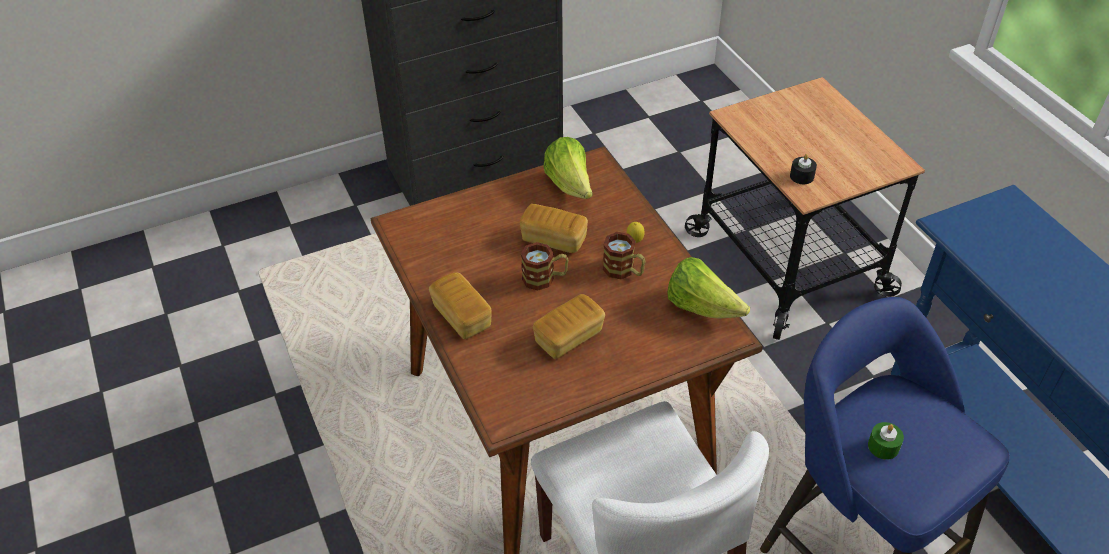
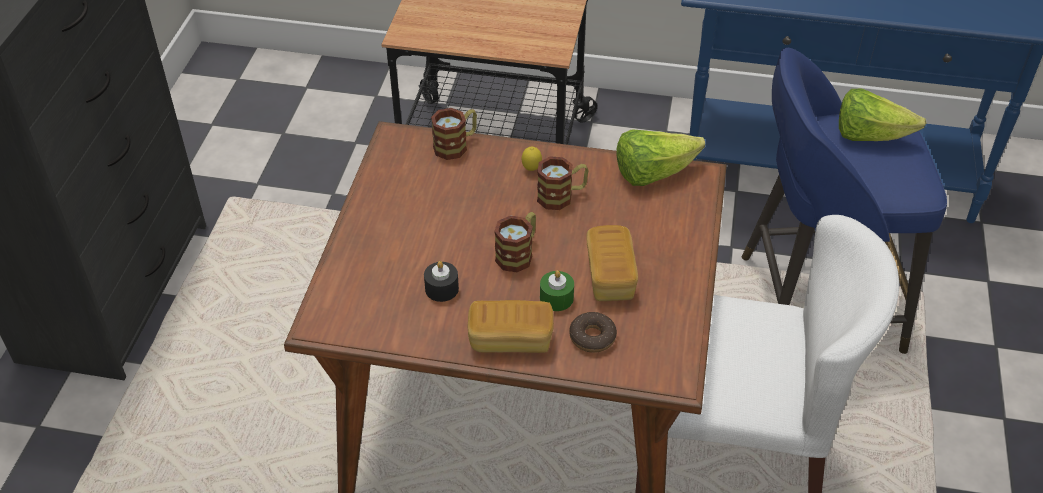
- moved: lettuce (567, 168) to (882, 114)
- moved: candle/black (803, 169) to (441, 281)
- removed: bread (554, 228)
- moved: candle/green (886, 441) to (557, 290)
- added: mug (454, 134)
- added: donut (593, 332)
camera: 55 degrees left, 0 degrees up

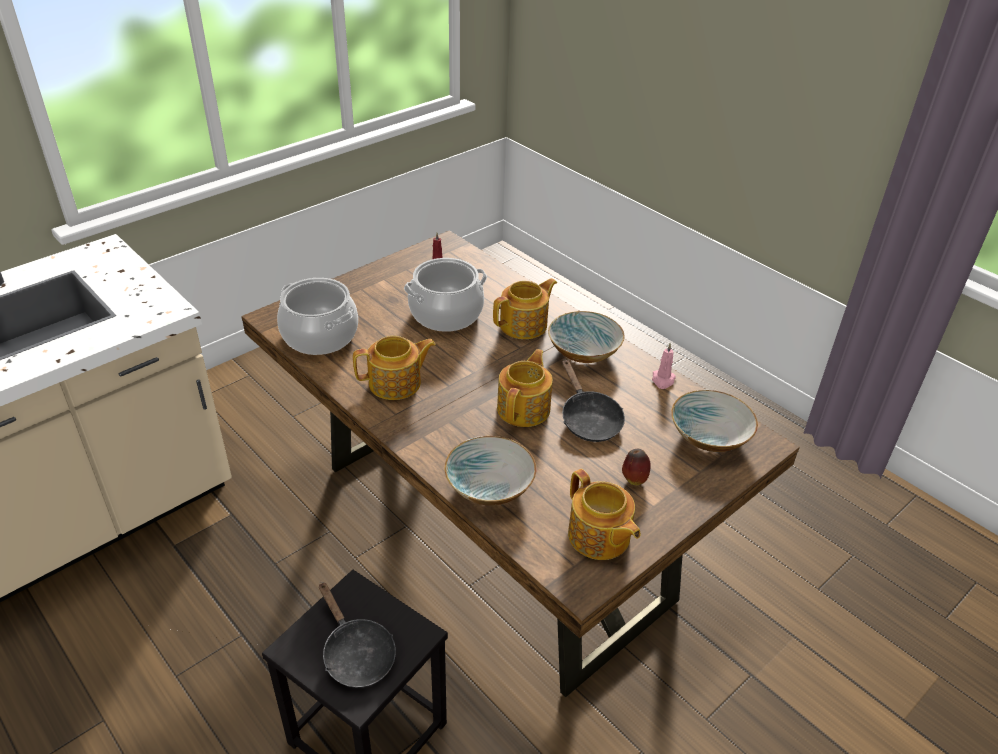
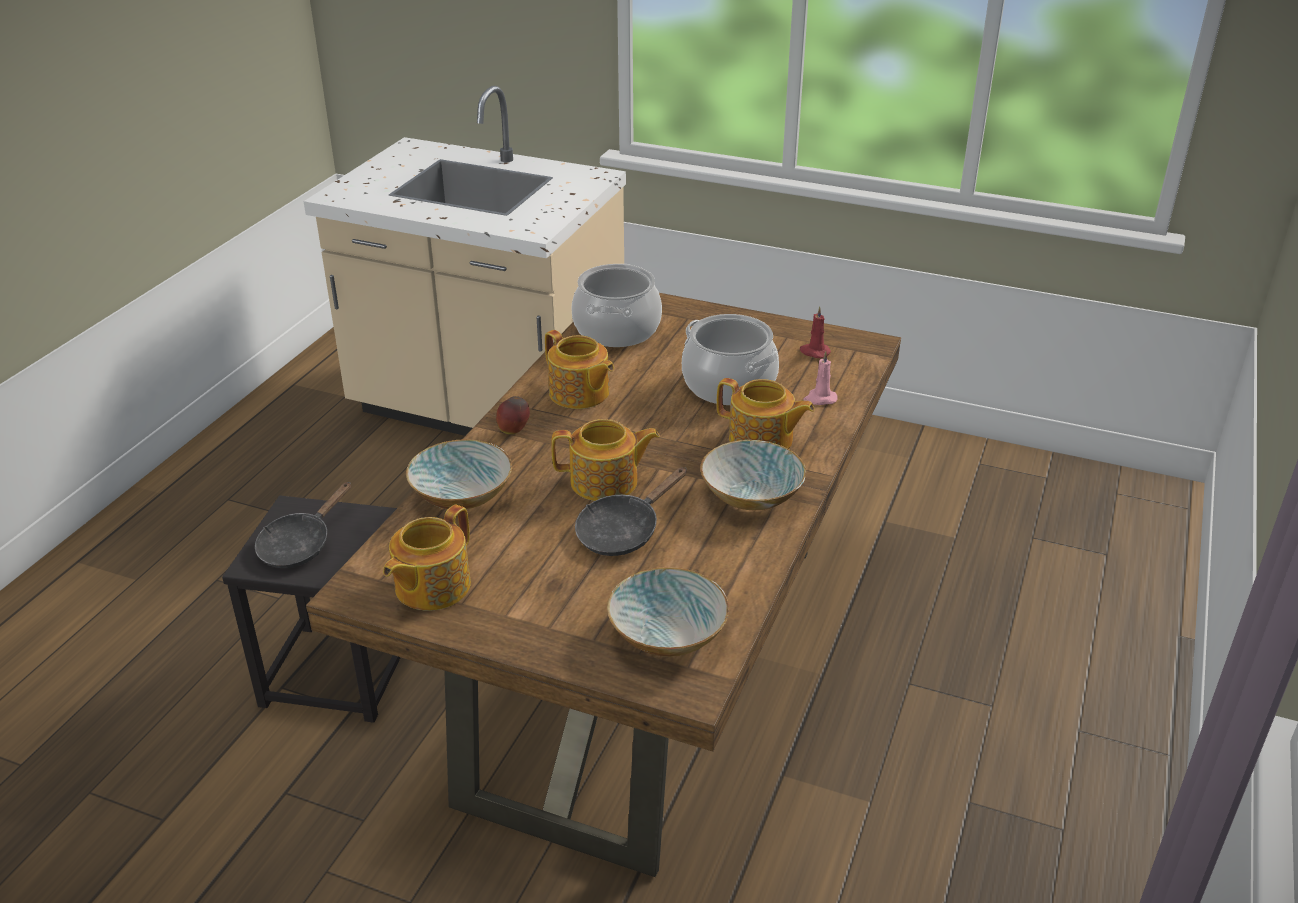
- moved: candle/pink (664, 366) to (820, 378)
- moved: apple (636, 467) to (513, 415)
camera: 65 degrees right, 5 degrees down

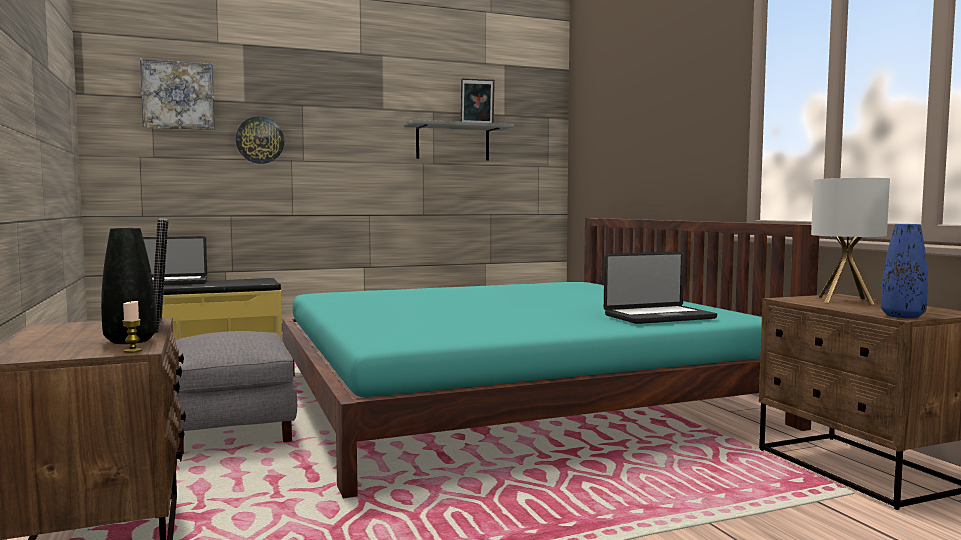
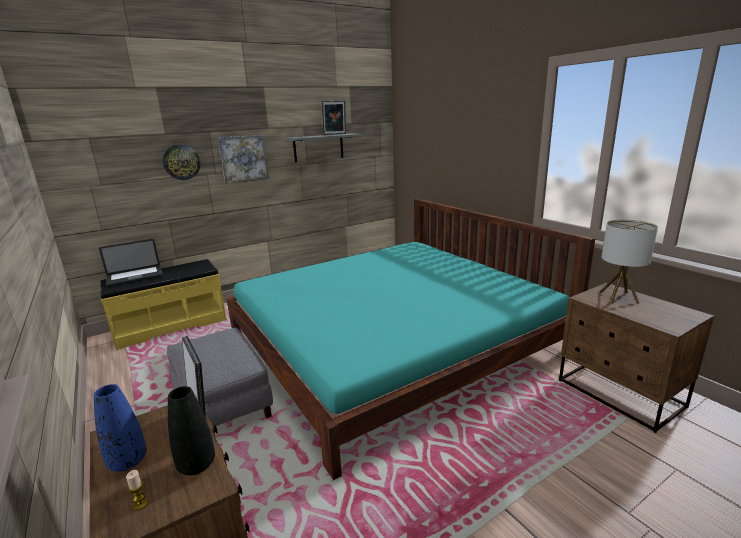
- moved: picture (177, 95) to (243, 159)
- moved: vase/blue (904, 271) to (120, 428)
- removed: laptop (660, 287)
- moved: candle (132, 327) to (137, 490)
camera: 10 degrees left, 15 degrees up

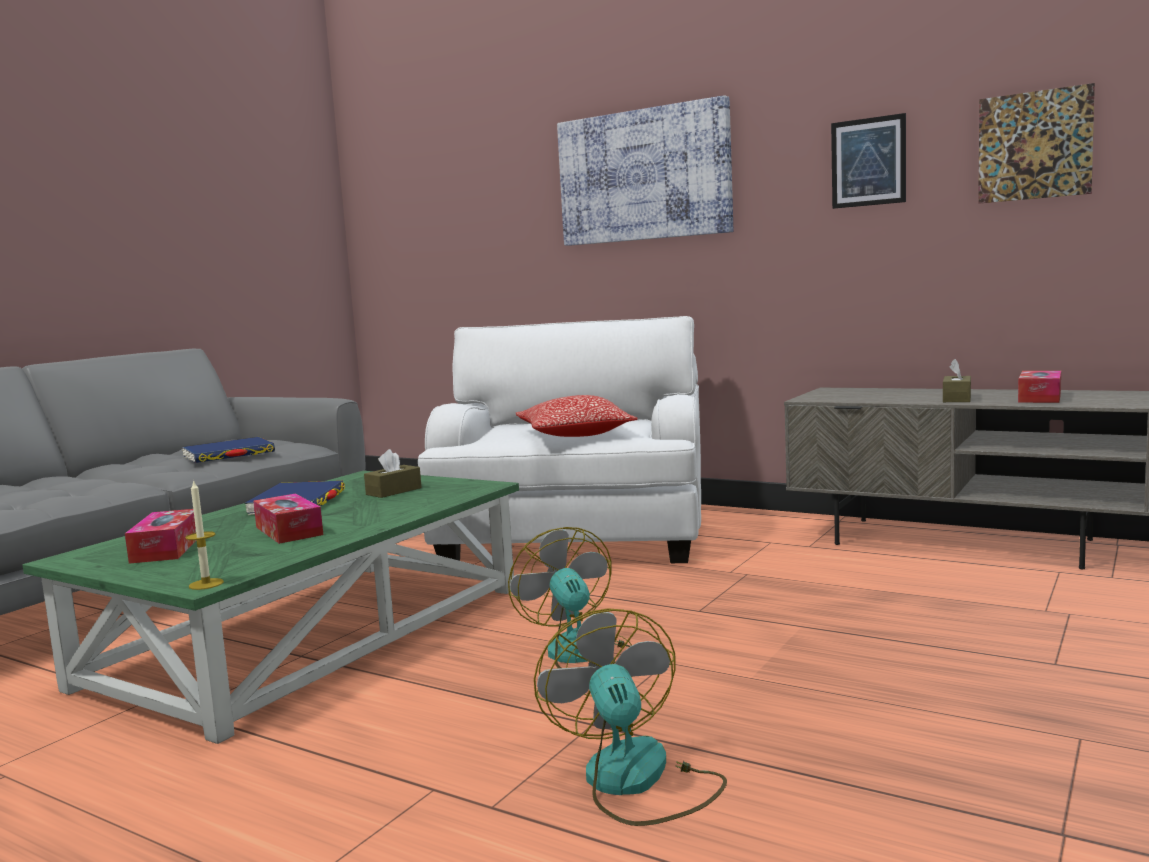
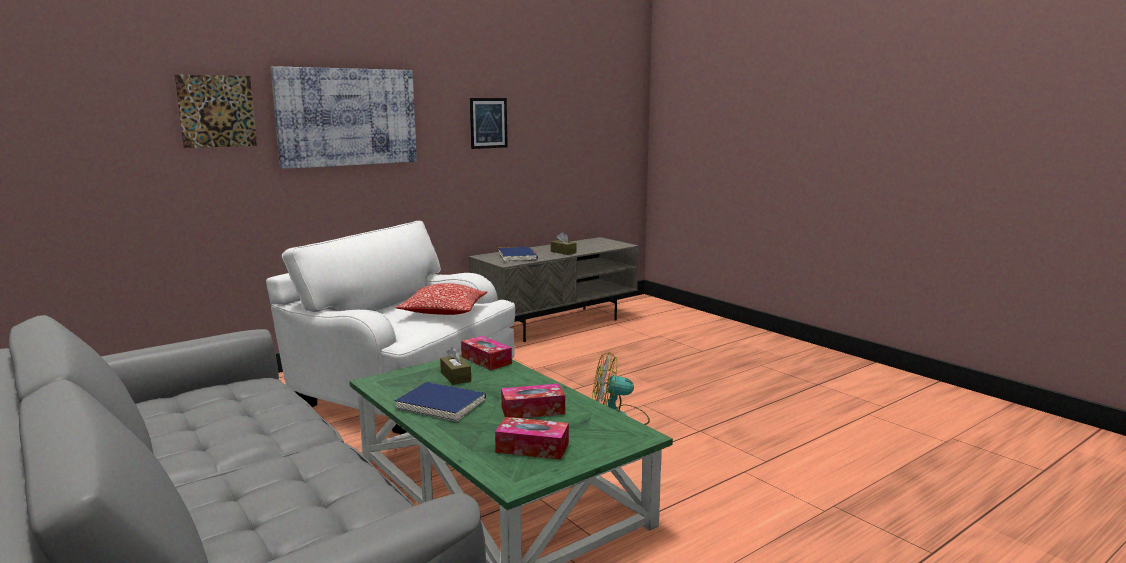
- moved: picture (1036, 143) to (216, 111)
- moved: tissue box (1039, 387) to (486, 353)
- moved: book/blue (228, 450) to (518, 254)
- removed: candle (204, 534)
- removed: fan (630, 717)
camera: 70 degrees left, 5 degrees up

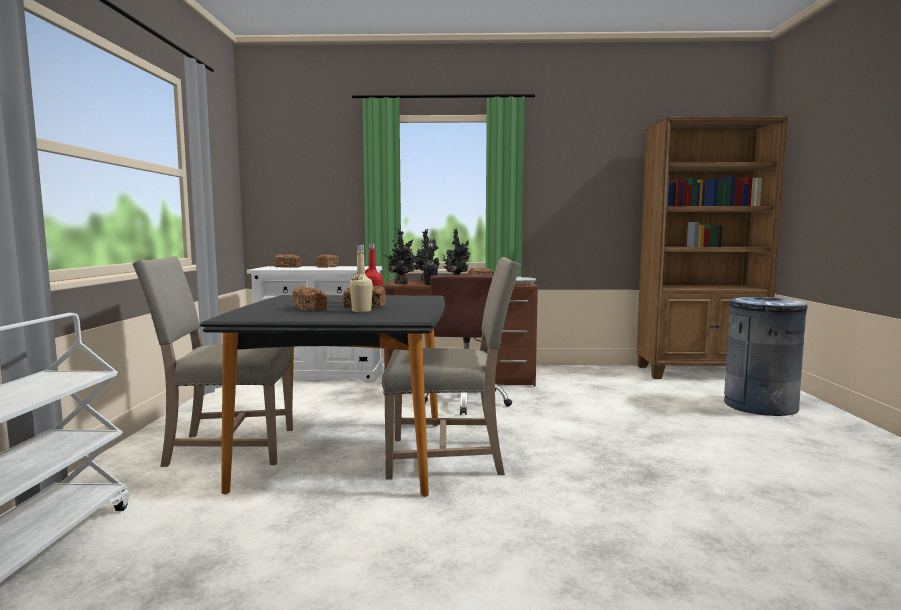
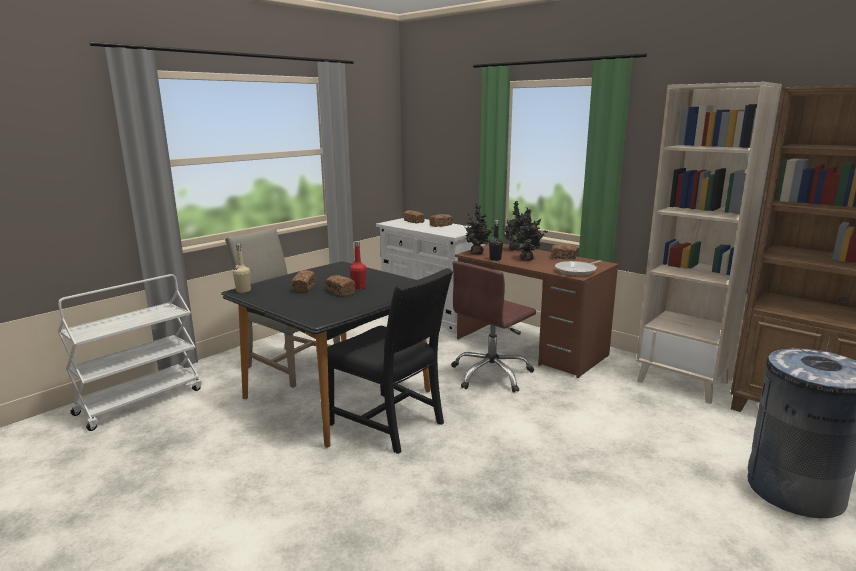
- moved: bottle/beige (361, 278) to (242, 268)
- recoloured: chair/beige (451, 368) to chair/black (390, 361)
- added: bookcase/beige (709, 243)
camera: 40 degrees right, 10 degrees up

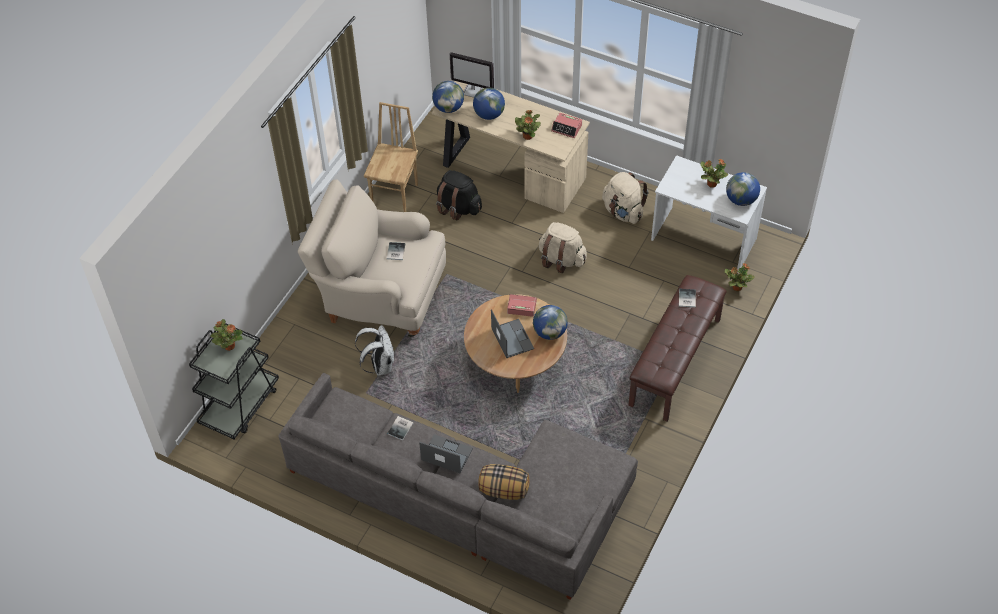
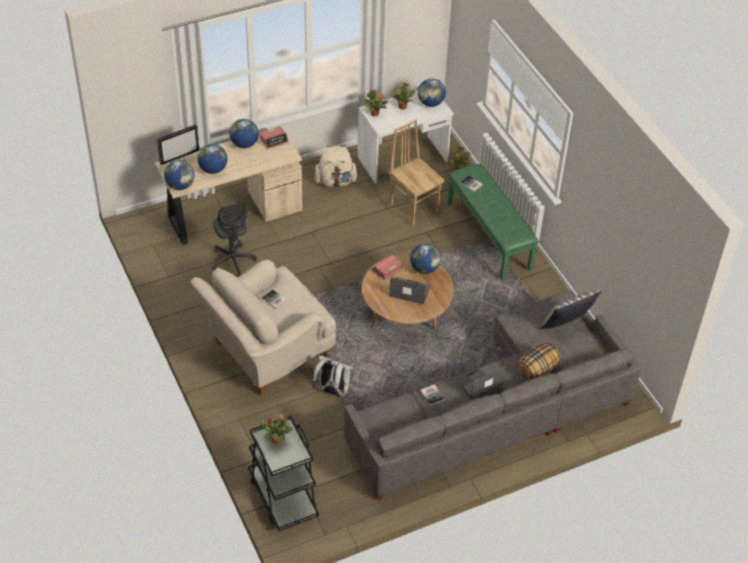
- moved: chair/brown (391, 157) to (417, 172)
- moved: potted plant (528, 125) to (375, 103)
- replaced: backpack/black (459, 195) to office chair/grey (234, 239)
- removed: backpack/beige (563, 247)
- recoloured: bench/brown (677, 348) to bench/green (493, 222)
- added: globe (244, 133)
- added: pillow (570, 309)
camera: 55 degrees left, 5 degrees down

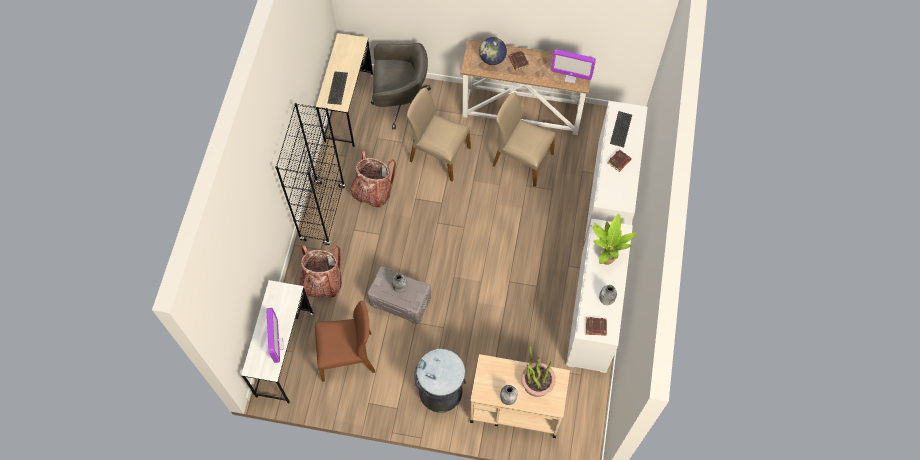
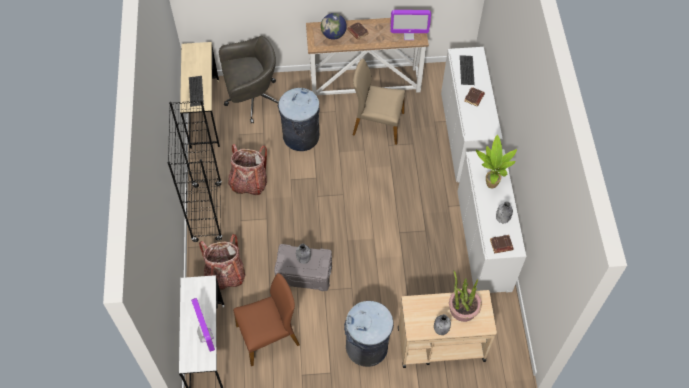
- replaced: chair/beige (439, 134) to trash can/grey (298, 119)
camera: 15 degrees left, 5 degrees down

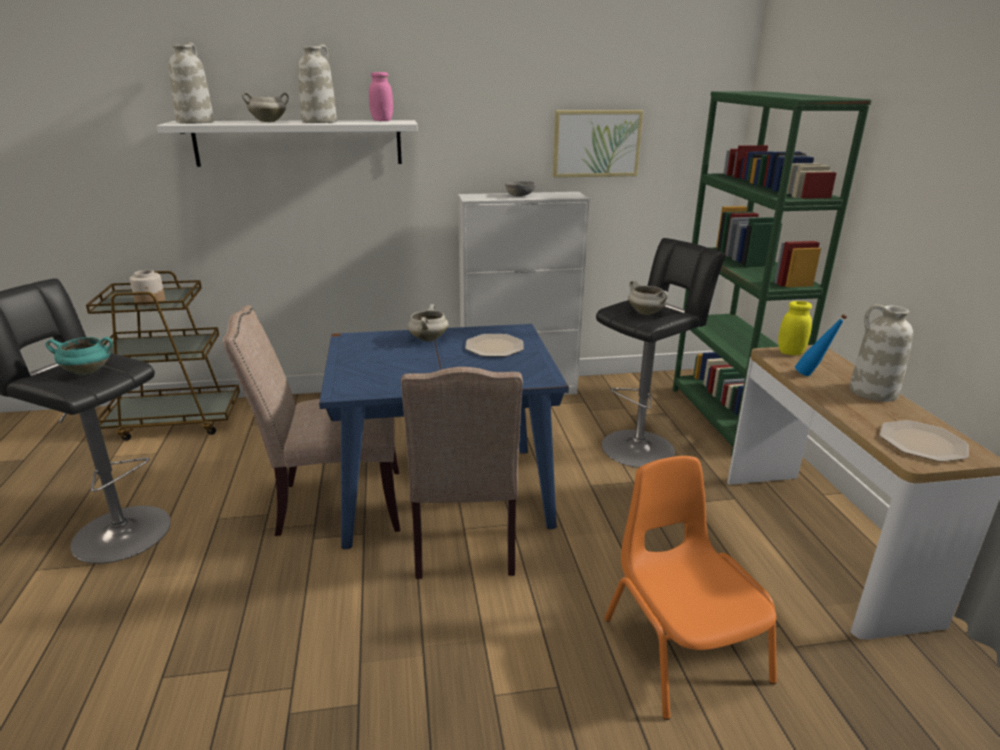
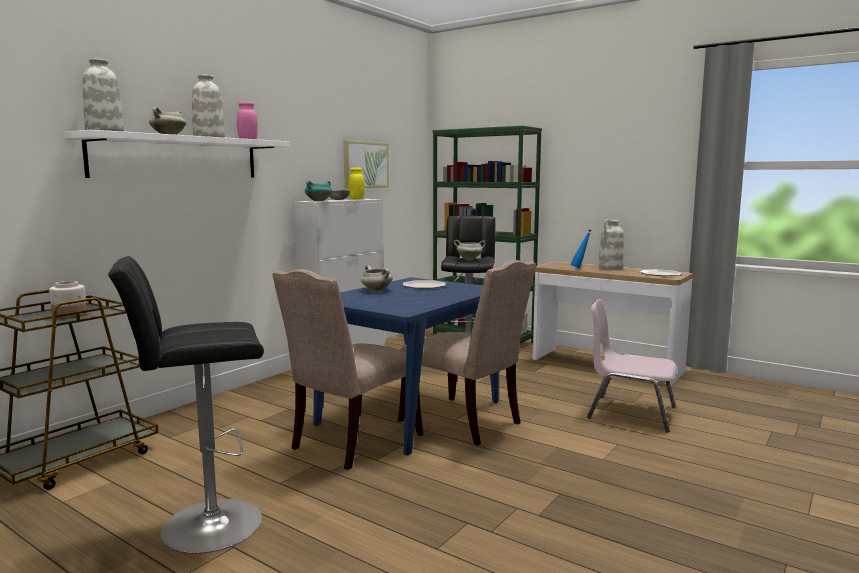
- moved: jar/yellow (795, 328) to (356, 183)
- moved: cooking pot/turquoise (79, 356) to (318, 191)
- recoloured: chair/orange (690, 588) to chair/pink (632, 365)
camera: 45 degrees left, 15 degrees down

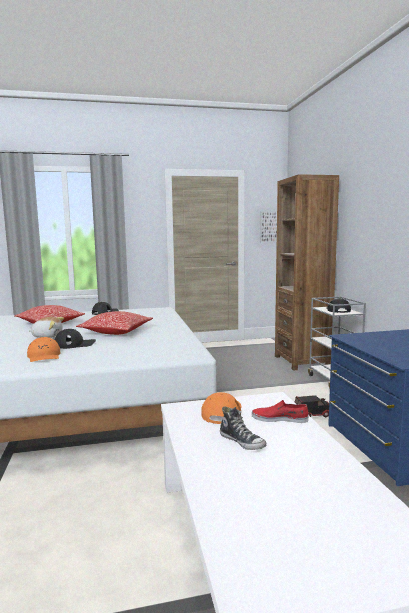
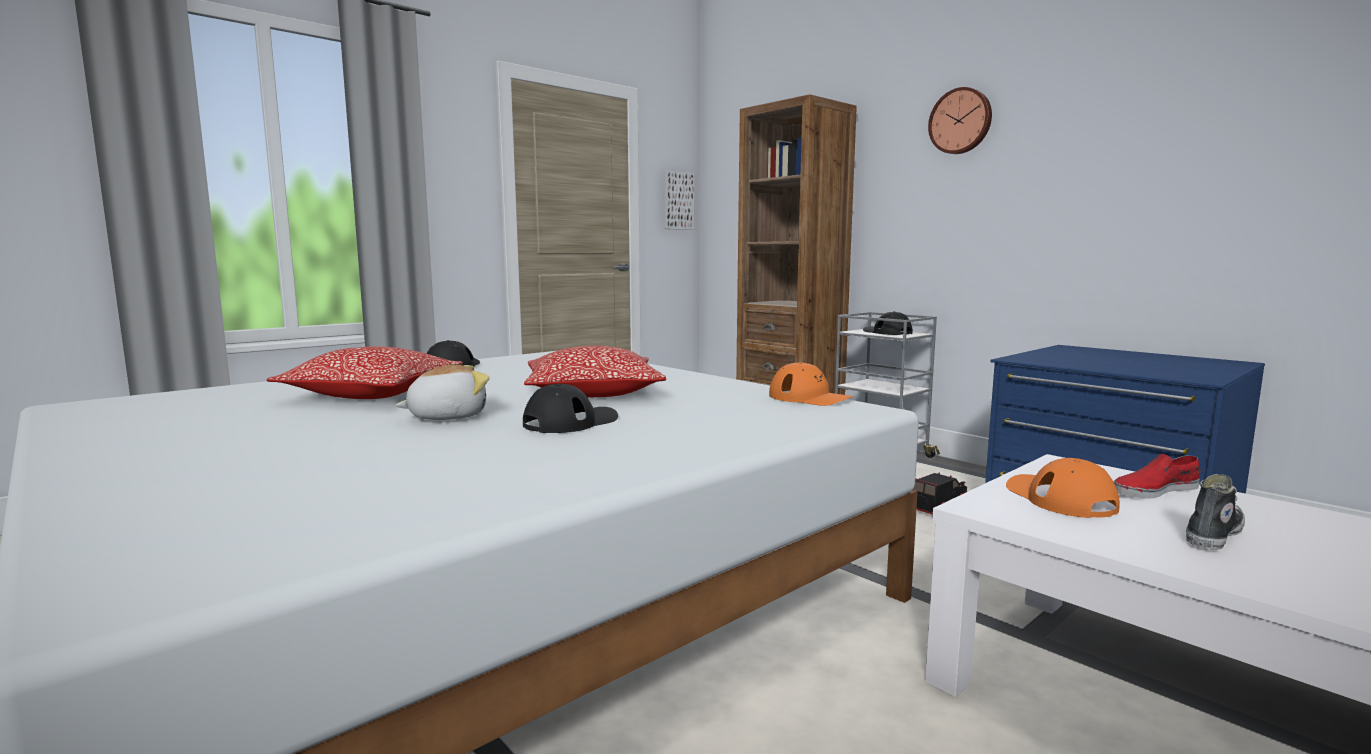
- moved: cap/orange (43, 349) to (811, 384)
- turned: shoe (243, 428) = (1215, 512) 60 degrees counterclockwise
- added: wall clock (960, 120)
camera: 30 degrees left, 0 degrees up

